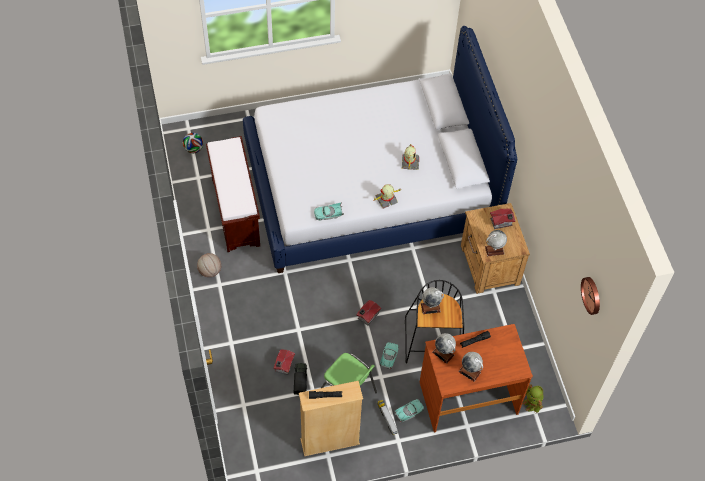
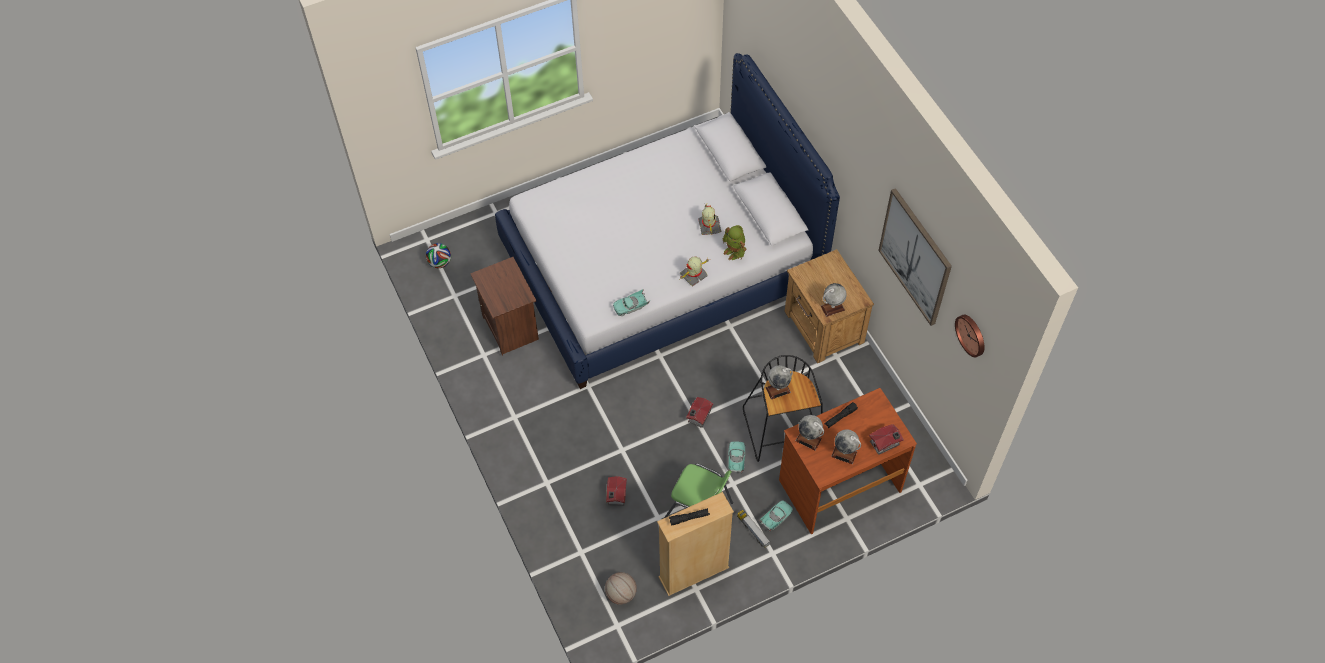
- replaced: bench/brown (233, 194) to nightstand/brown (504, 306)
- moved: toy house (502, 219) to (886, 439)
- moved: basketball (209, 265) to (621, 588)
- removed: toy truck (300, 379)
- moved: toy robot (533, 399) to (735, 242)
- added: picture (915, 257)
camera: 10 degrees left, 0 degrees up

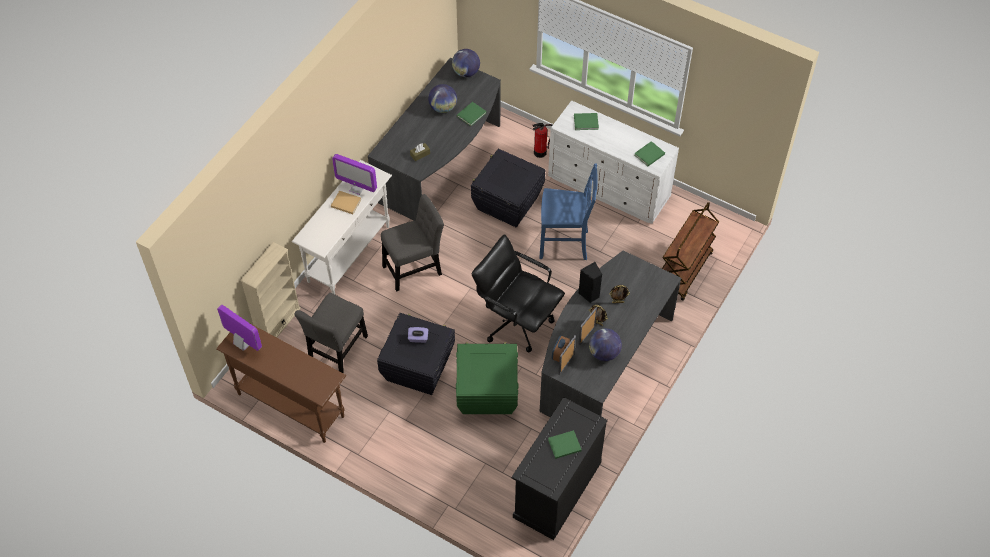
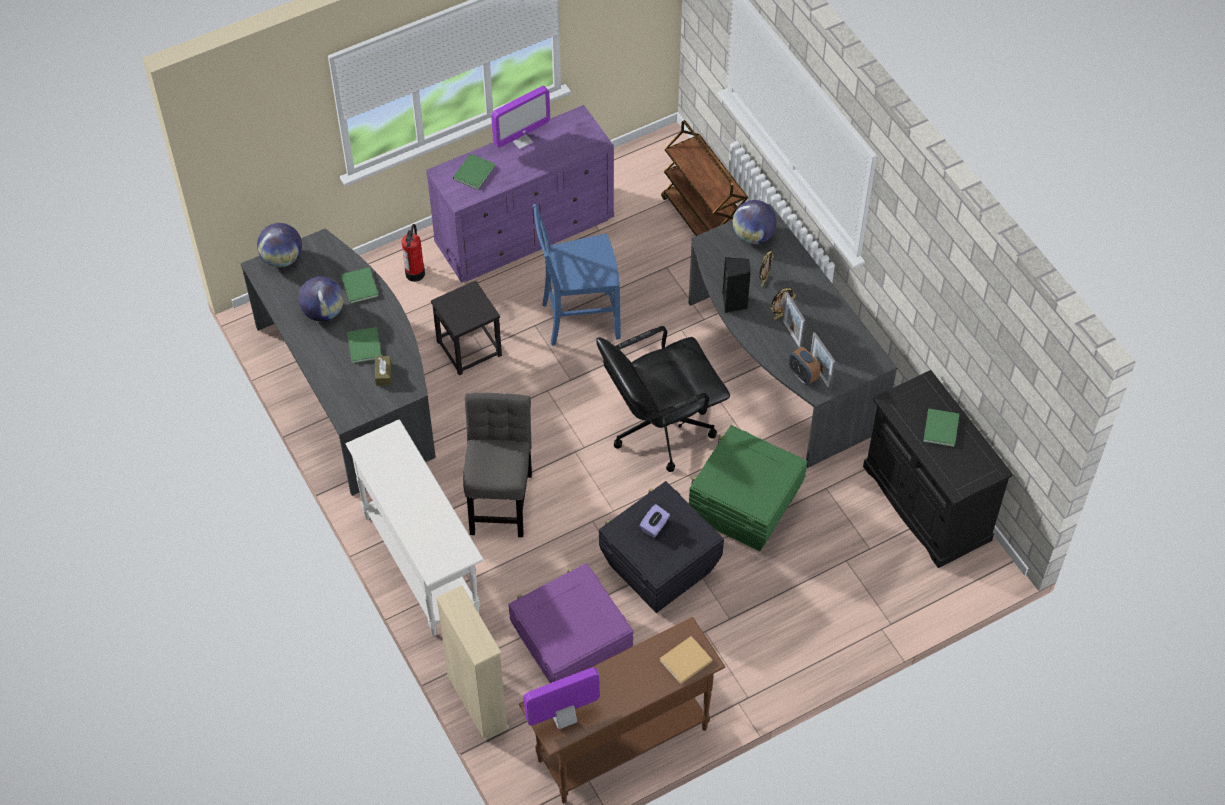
- recoloured: dresser/white (613, 162) to dresser/purple (520, 194)
- moved: book/green (649, 153) to (364, 345)
- replaced: storage box/black (508, 188) to stool/black (466, 327)
- moved: monitor (354, 174) to (520, 117)
- turned: chair/blue (568, 212) = (577, 275) 135 degrees counterclockwise
- moved: book/beige (346, 202) to (686, 660)
- replaced: chair/grey (331, 333) to storage box/purple (570, 623)
- moved: globe (605, 344) to (755, 222)
camera: 60 degrees left, 0 degrees up

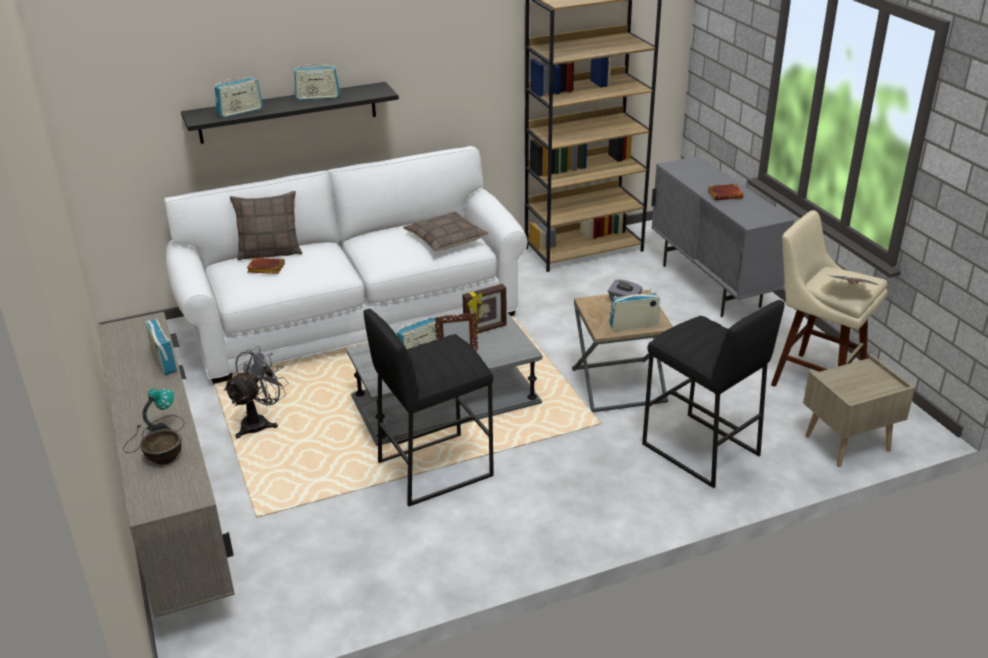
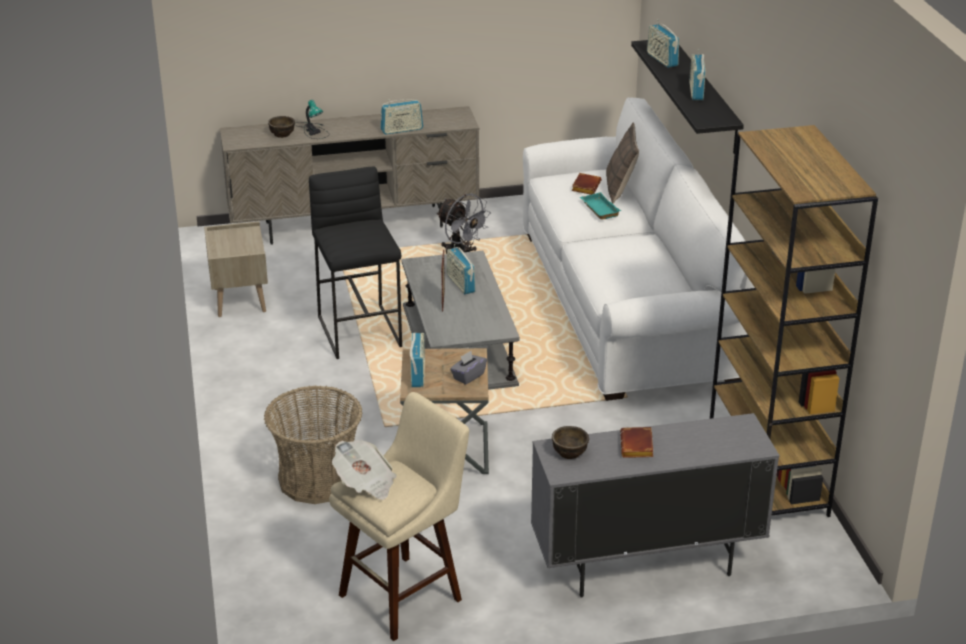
- removed: pillow (445, 231)
- removed: picture frame (484, 309)
- replaced: stool/black (713, 394) to basket (313, 444)
- moved: nightstand/beige (859, 410) to (236, 269)
- added: tray/turquoise (600, 206)
- added: bowl/brown (570, 442)
camera: 100 degrees right, 0 degrees up

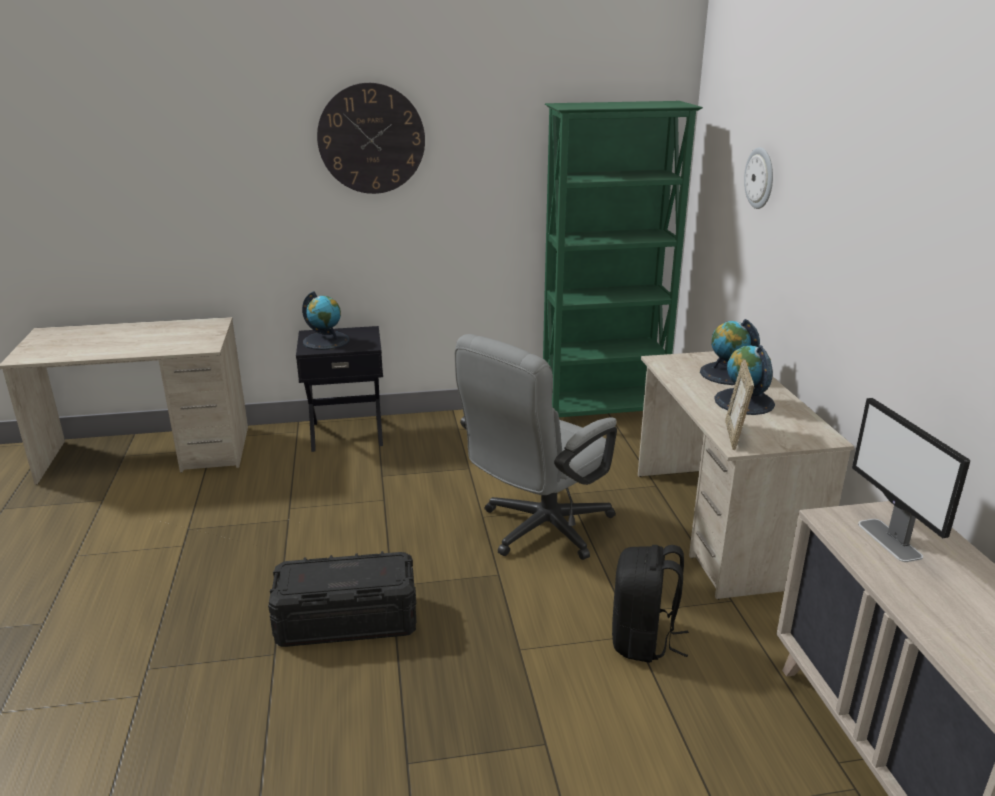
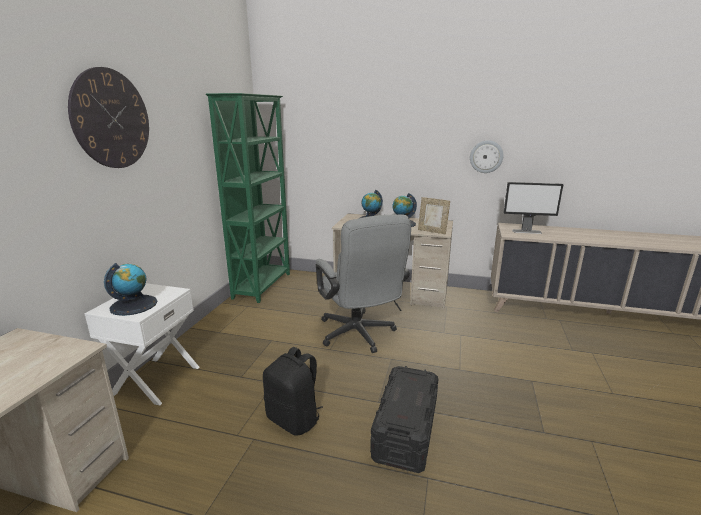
- moved: wall clock (758, 178) to (487, 156)
- recoloured: nightstand/black (339, 389) to nightstand/white (142, 344)
- moved: backpack/black (650, 604) to (293, 391)
camera: 65 degrees left, 5 degrees down

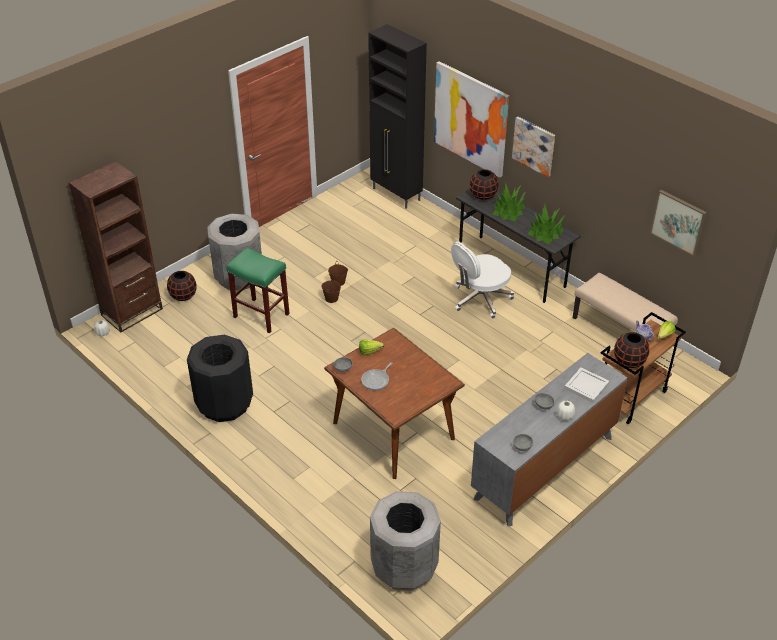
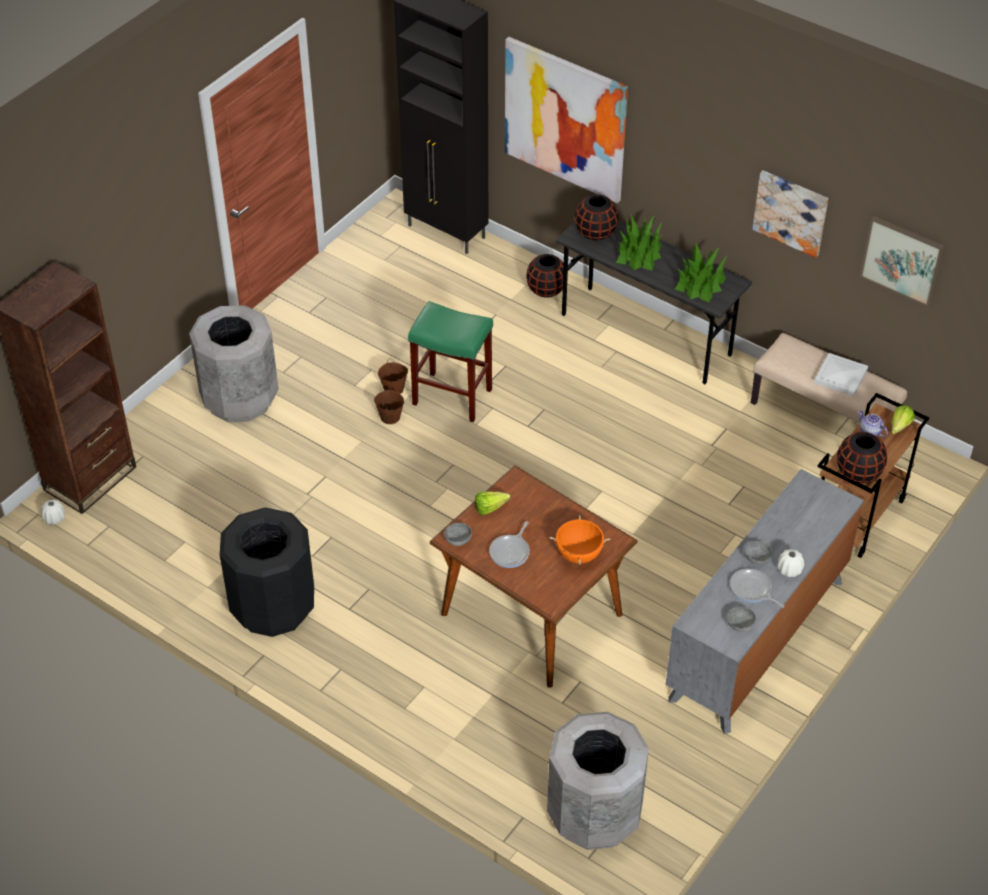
- moved: picture (533, 147) to (790, 214)
- removed: office chair/white (482, 280)
- moved: stool/green (258, 290) to (450, 361)
- moved: vase/black (182, 286) to (547, 275)
- moved: tray/white (586, 385) to (841, 374)
- added: cooking pot/orange (580, 540)
- added: frying pan (757, 588)
camera: 10 degrees left, 5 degrees up

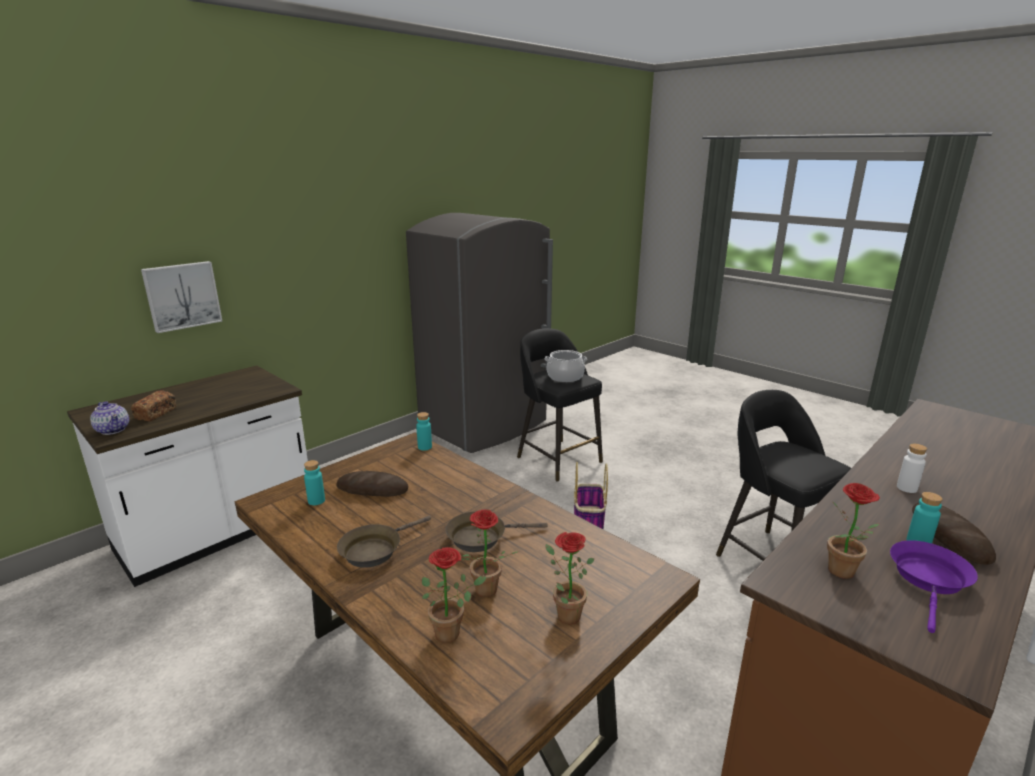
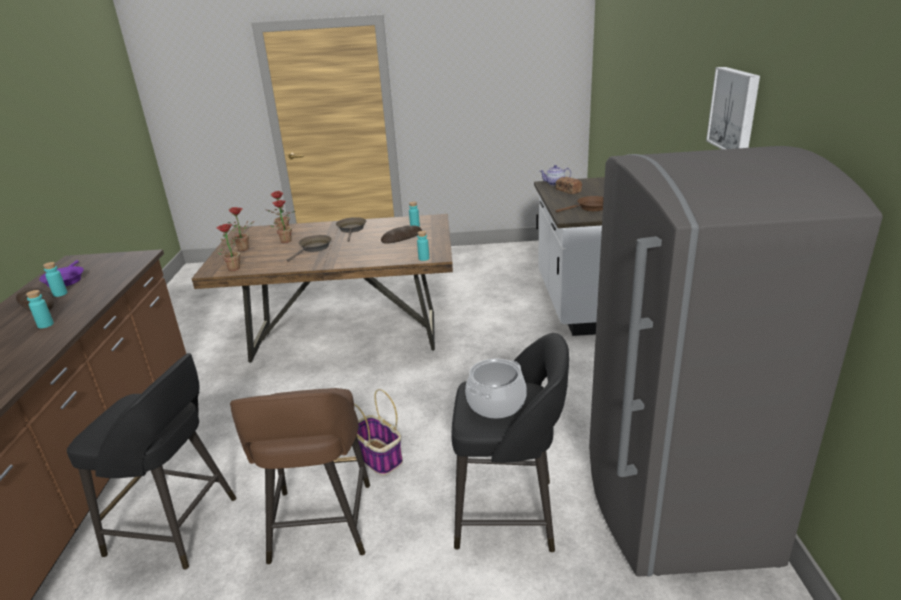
- moved: picture (181, 297) to (733, 108)
- recoloured: bottle/white (912, 468) to bottle/turquoise (40, 309)
- moved: potted plant (853, 531) to (228, 247)
- added: frying pan/brown (580, 204)
- added: stool/brown (300, 476)
camera: 135 degrees right, 5 degrees up

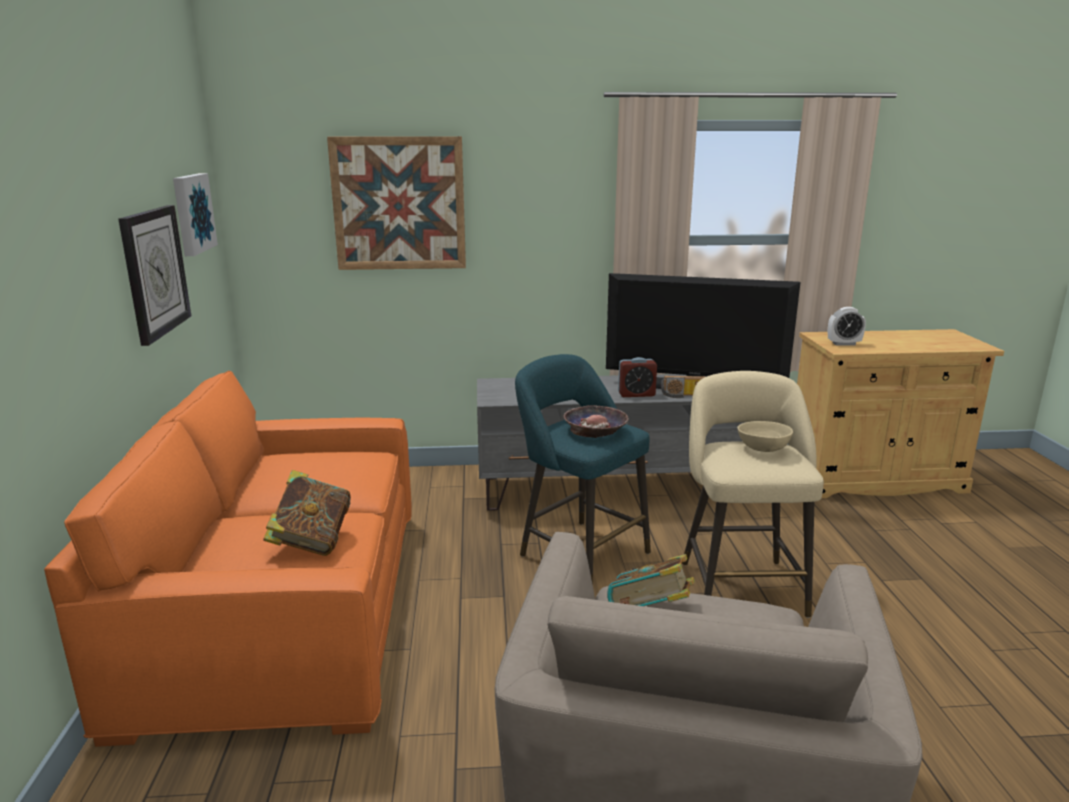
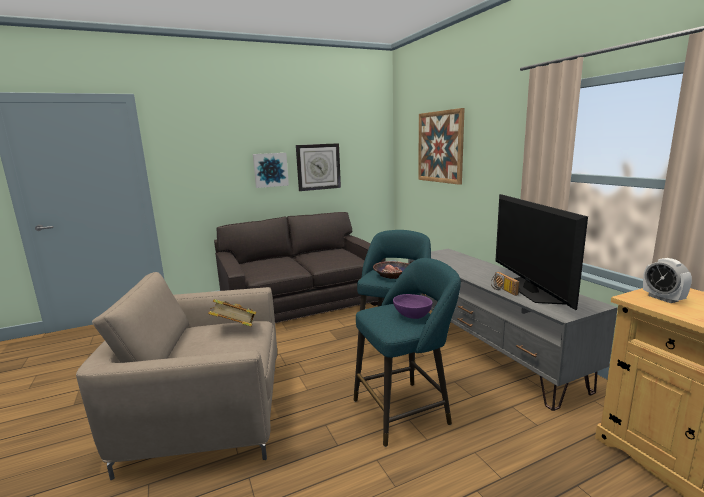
- moved: picture (195, 214) to (271, 170)
- removed: alarm clock (637, 377)
- recoloured: sofa/orange (228, 559) to sofa/grey (299, 267)
- recoloured: stool/beige (753, 494) to stool/turquoise (407, 352)
- recoloured: bowl/beige (765, 436) to bowl/purple (413, 306)
- removed: book (307, 513)
camera: 70 degrees right, 5 degrees down

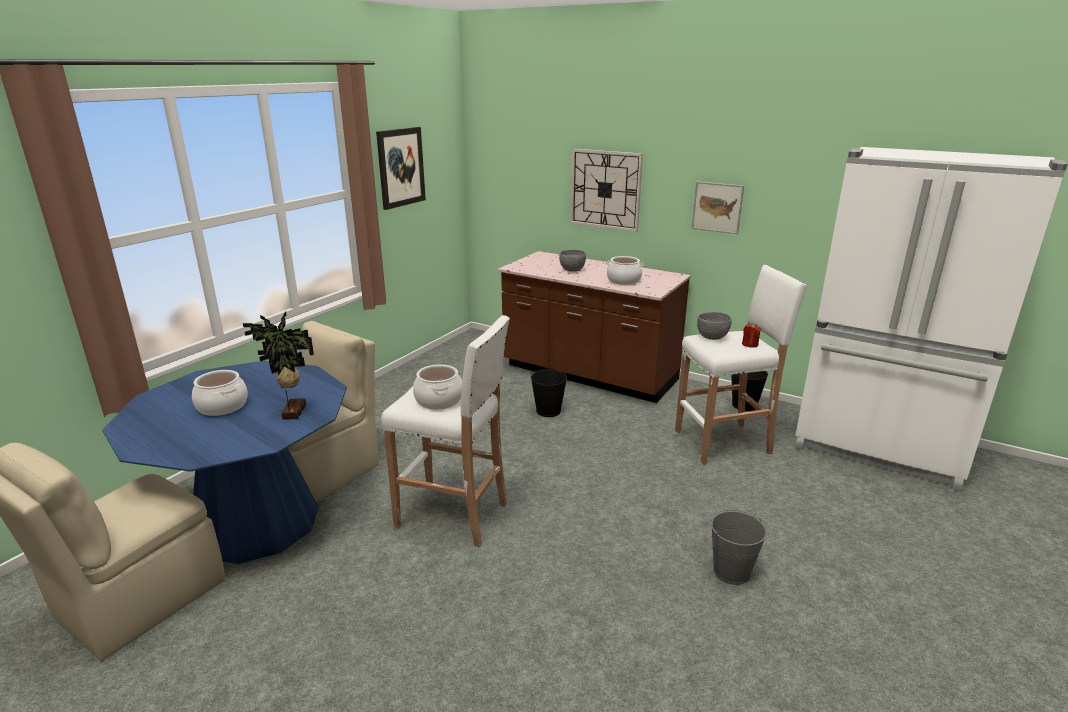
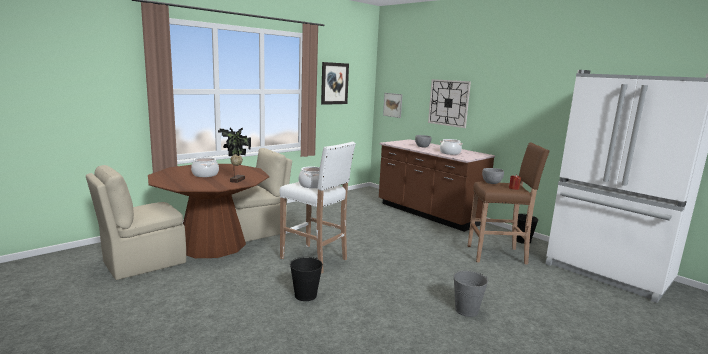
- moved: picture (718, 208) to (393, 105)
- recoloured: stool/white (741, 365) to stool/brown (509, 203)
- recoloured: dining table/blue (224, 462) to dining table/brown (209, 211)
- moved: bucket/black (549, 392) to (306, 279)
camera: 15 degrees right, 10 degrees down

